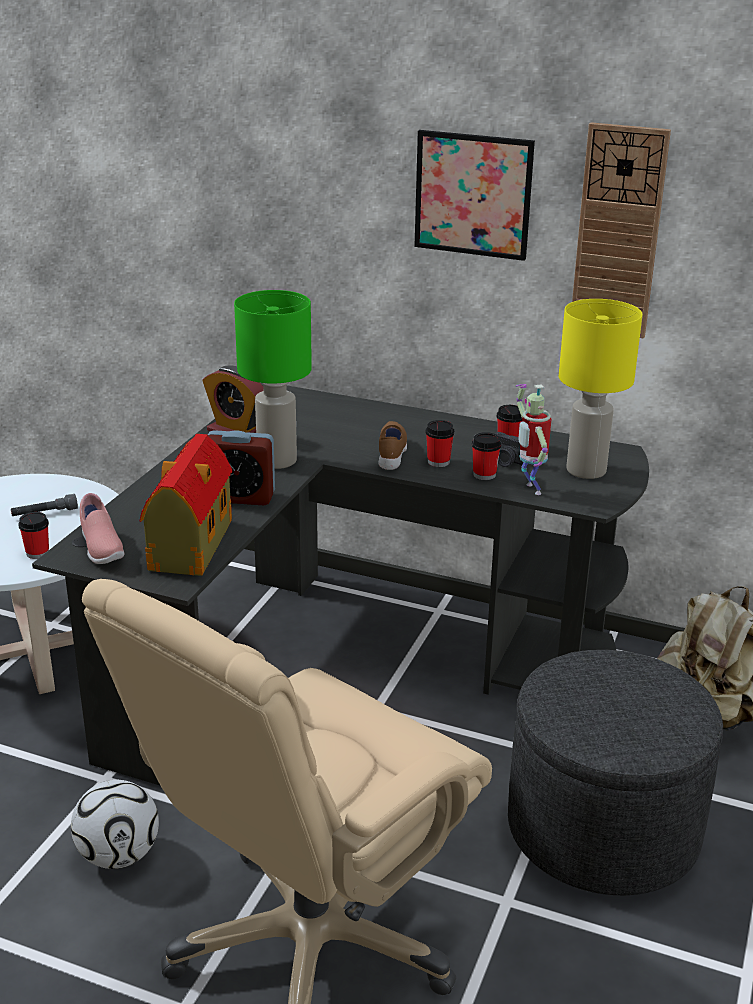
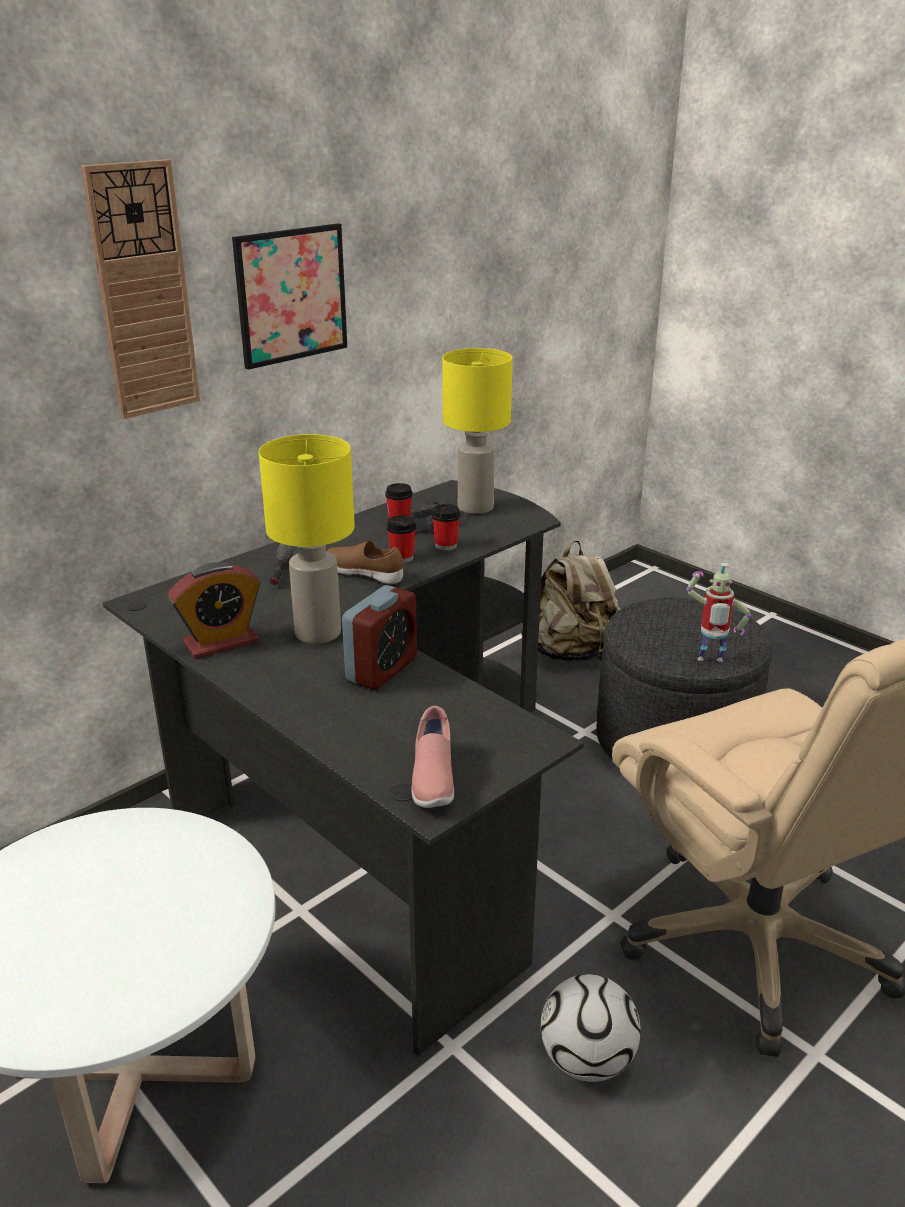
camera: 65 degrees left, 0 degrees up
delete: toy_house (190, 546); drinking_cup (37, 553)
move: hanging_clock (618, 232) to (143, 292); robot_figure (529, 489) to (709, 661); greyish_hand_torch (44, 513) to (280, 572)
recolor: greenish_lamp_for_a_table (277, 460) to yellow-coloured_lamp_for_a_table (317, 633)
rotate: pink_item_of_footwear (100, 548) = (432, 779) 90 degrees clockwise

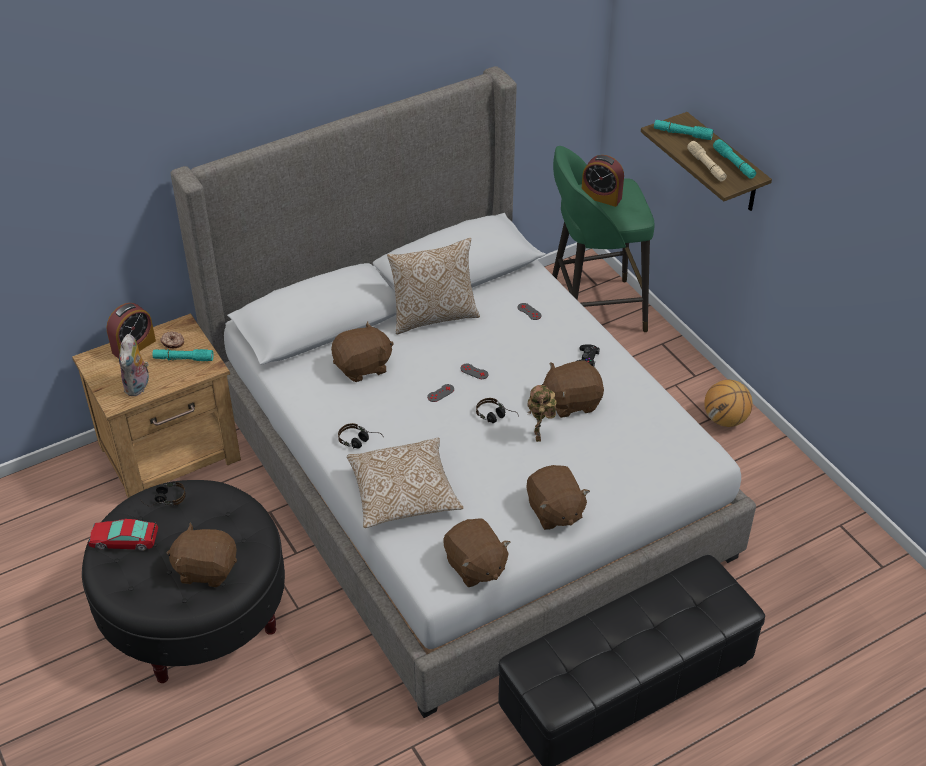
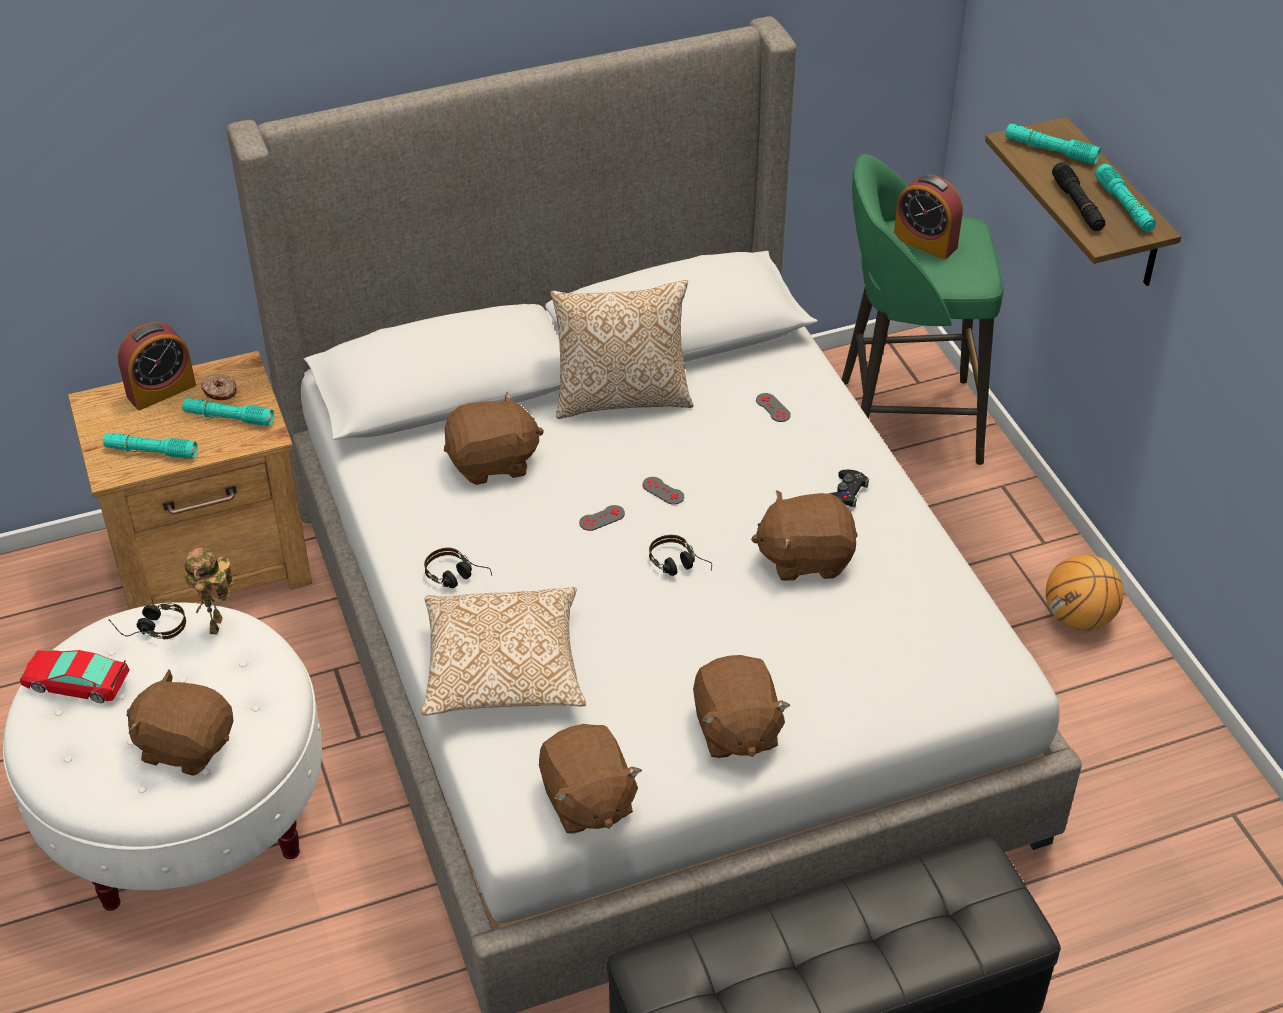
camera: 10 degrees right, 0 degrees up
move: robot_figure (539, 437) to (218, 627)
replace: soft_toy (138, 386) to blue-green_hand_torch (151, 451)
recolor: sand-coloured_hand_torch (706, 166) to blackish_hand_torch (1077, 205); blackish_ottoman (195, 613) to white-coloured_ottoman (185, 810)

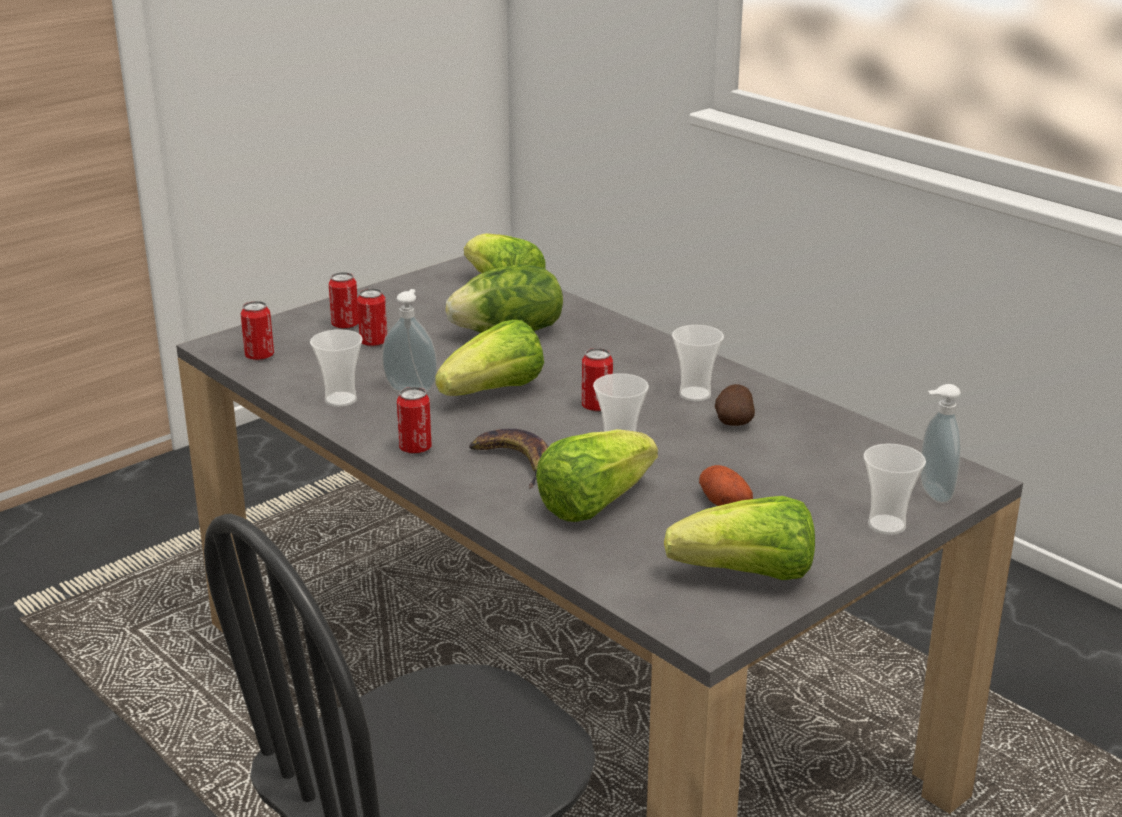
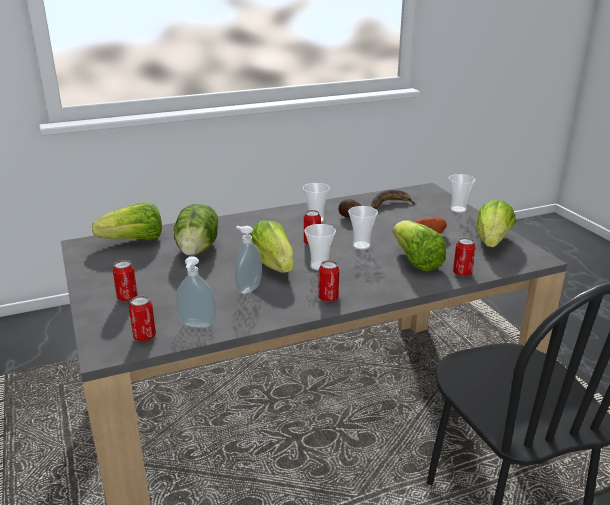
camera: 70 degrees left, 0 degrees up
move: sealed_can (373, 342) to (462, 273); drinking_cup (340, 400) to (319, 266); soap_bottle (932, 494) to (197, 325); banana (515, 462) to (390, 204)

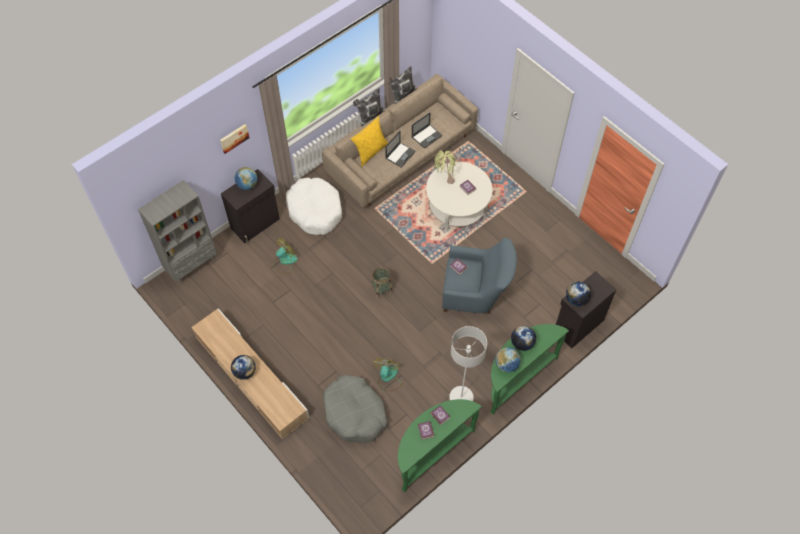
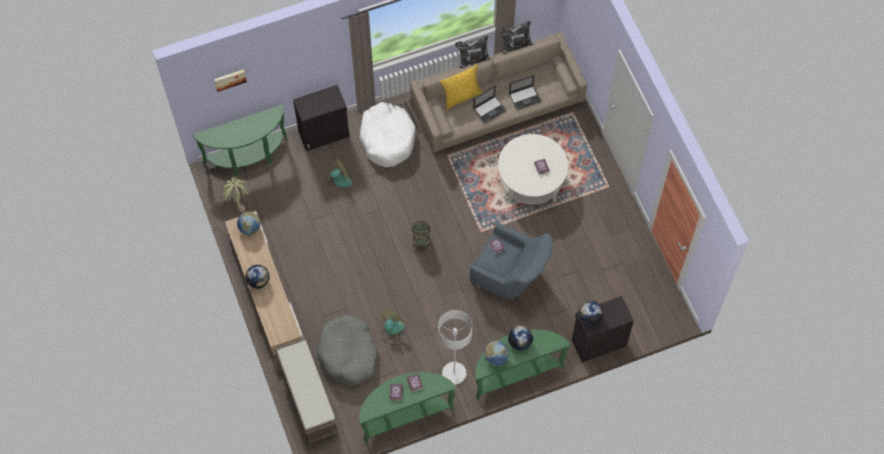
camera: 20 degrees right, 5 degrees up
insert: brown-coloured_bench (307, 397)
move: wall_art (234, 138) to (230, 79); plant_in_a_pot (444, 177) to (238, 202); desk_globe (247, 185) to (249, 228)
replace: greyish_shelving_unit (192, 266) to greenish_console_table (248, 158)

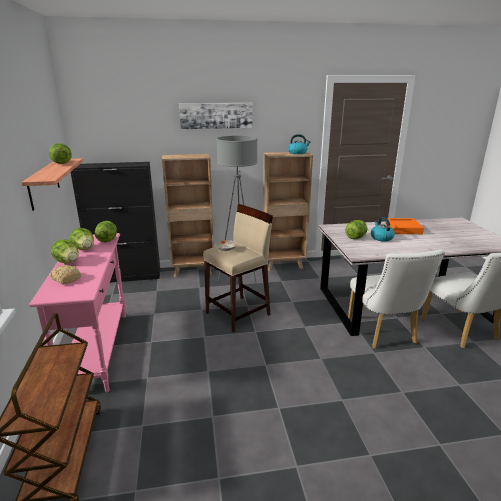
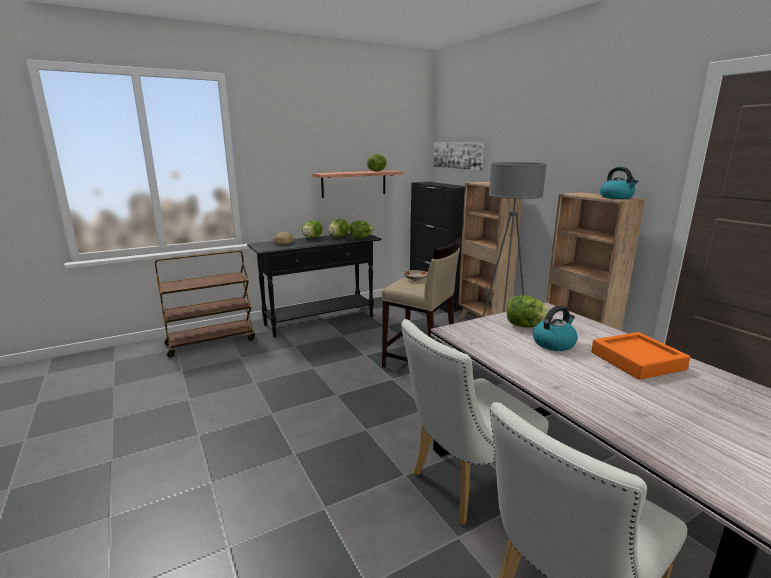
camera: 70 degrees right, 5 degrees down
move: wall_art (216, 115) to (458, 155)
recolor: pink_console_table (98, 350) to blackish_console_table (320, 321)

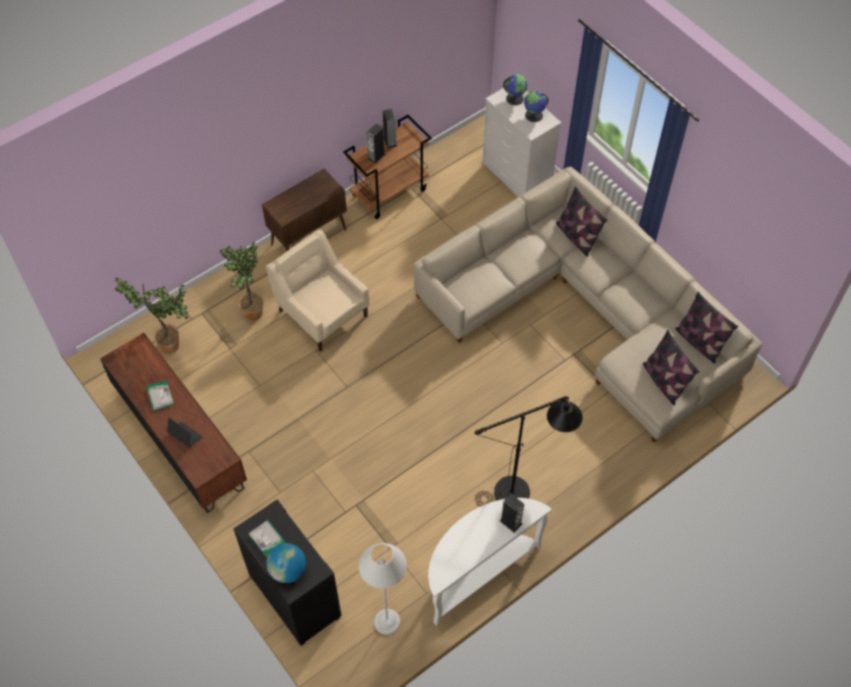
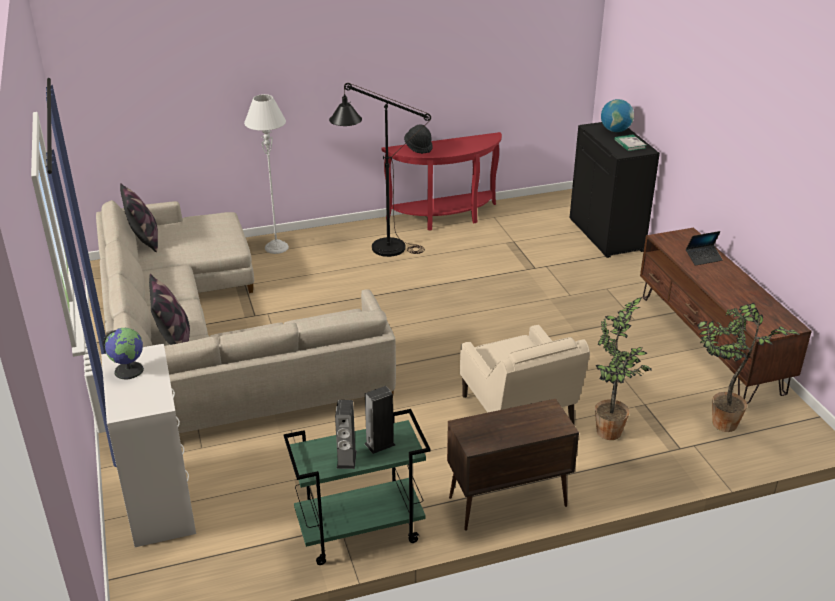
camera: 160 degrees left, 25 degrees down
delete: desk_globe (514, 98); pillow (664, 381); bound_book (160, 396)
move: greyish_floor_lamp (387, 621) to (276, 247)
replace: speaker (510, 522) to blackish_hat (418, 147)
recolor: brown-coloured_cart (389, 192) to greenish_cart (359, 532); white-coloured_console_table (477, 572) to red-coloured_console_table (446, 218)
rotate: portable_computer (185, 435) = (703, 258) 75 degrees counterclockwise

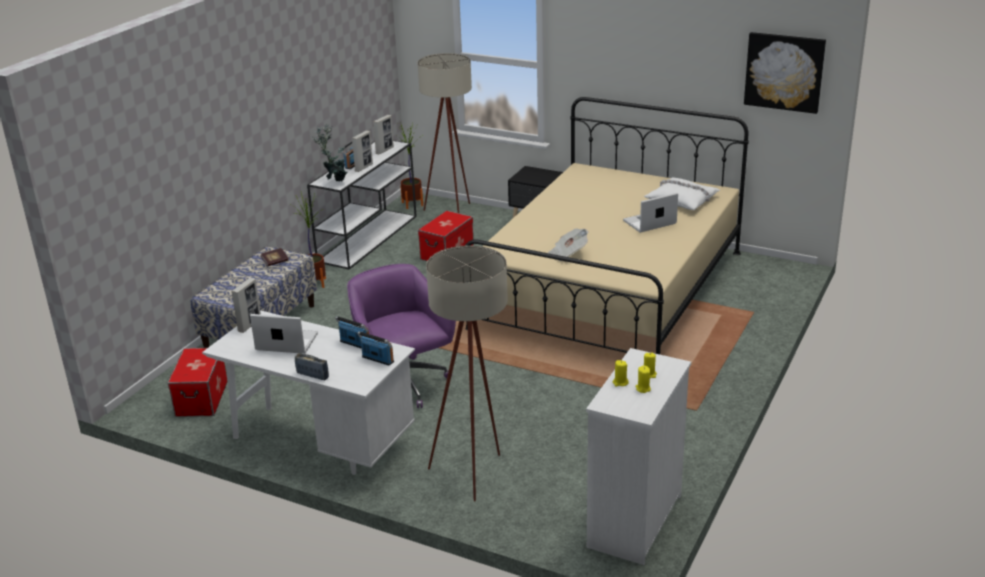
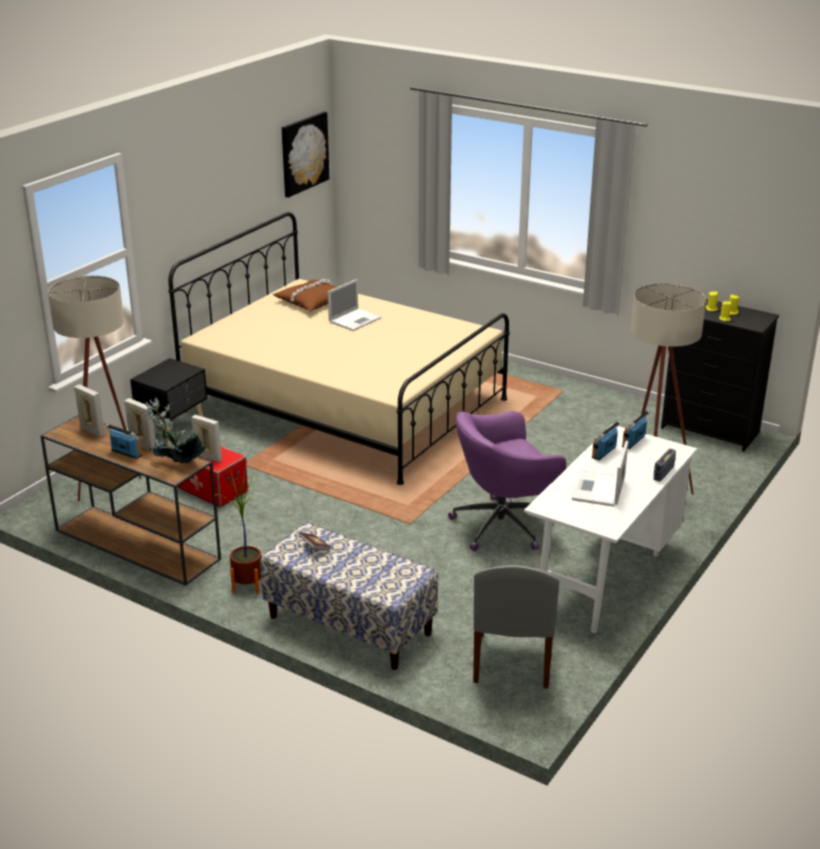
camera: 85 degrees left, 0 degrees up
delete: plant_in_a_pot (412, 204); newspaper (567, 254)
move: picture_frame (249, 325) to (208, 457)
replace: storage_bin (201, 398) to greyish_upright_chair (512, 663)
recolor: white-coloured_console_table (368, 238) to brown-coloured_console_table (135, 544); white-coloured_pillow (682, 200) to brown-coloured_pillow (312, 301); white-coloured_dresser (633, 521) to blackish_dresser (710, 430)
rotate: portable_computer (648, 222) = (355, 319) 120 degrees counterclockwise

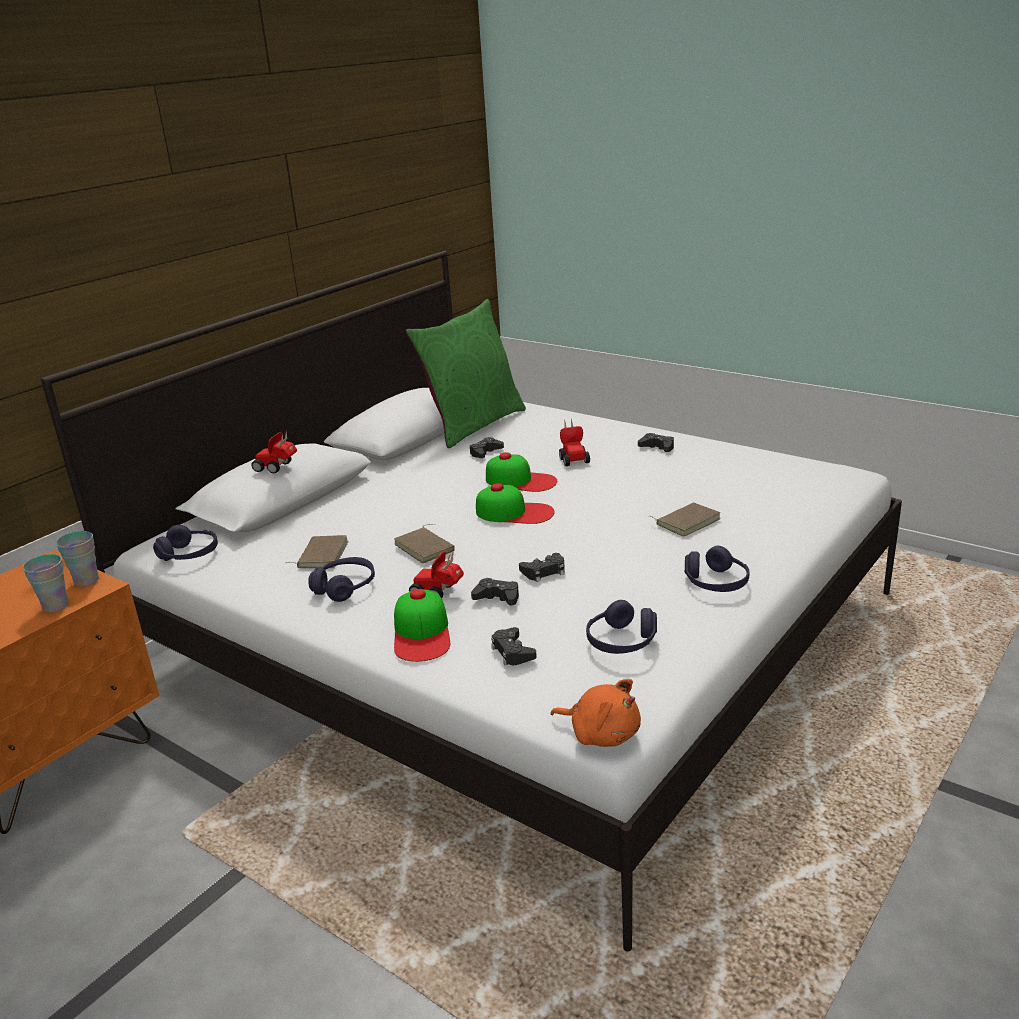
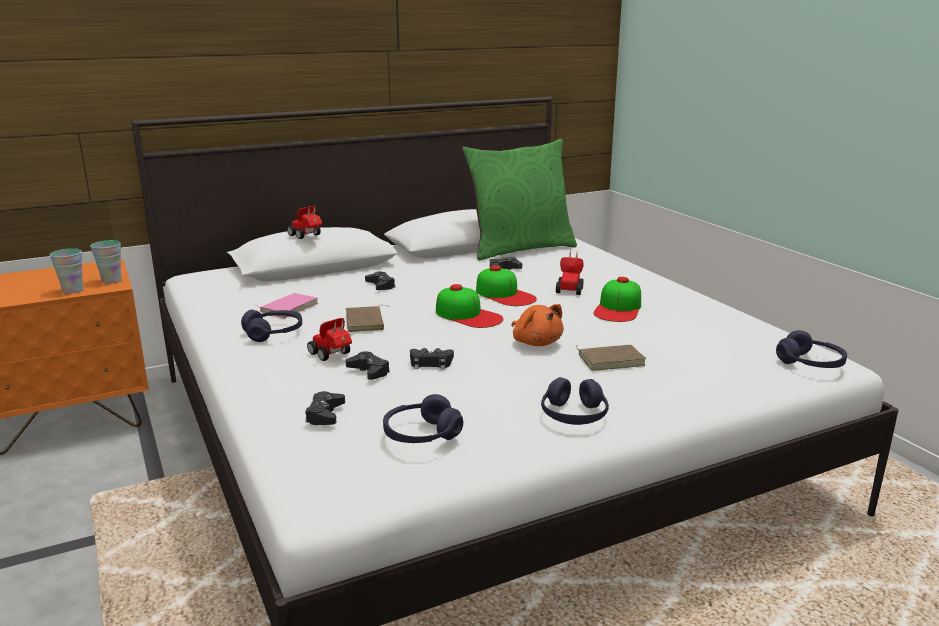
camera: 25 degrees right, 5 degrees down
move: blackish_joypad (657, 447) to (380, 285); purple_headphones (189, 554) to (810, 363); peaked_cap (422, 633) to (618, 308); orange_soft_toy (601, 733) to (536, 342)
recolor: brown-coloured_bound_book (321, 555) to pink_bound_book (288, 308)

